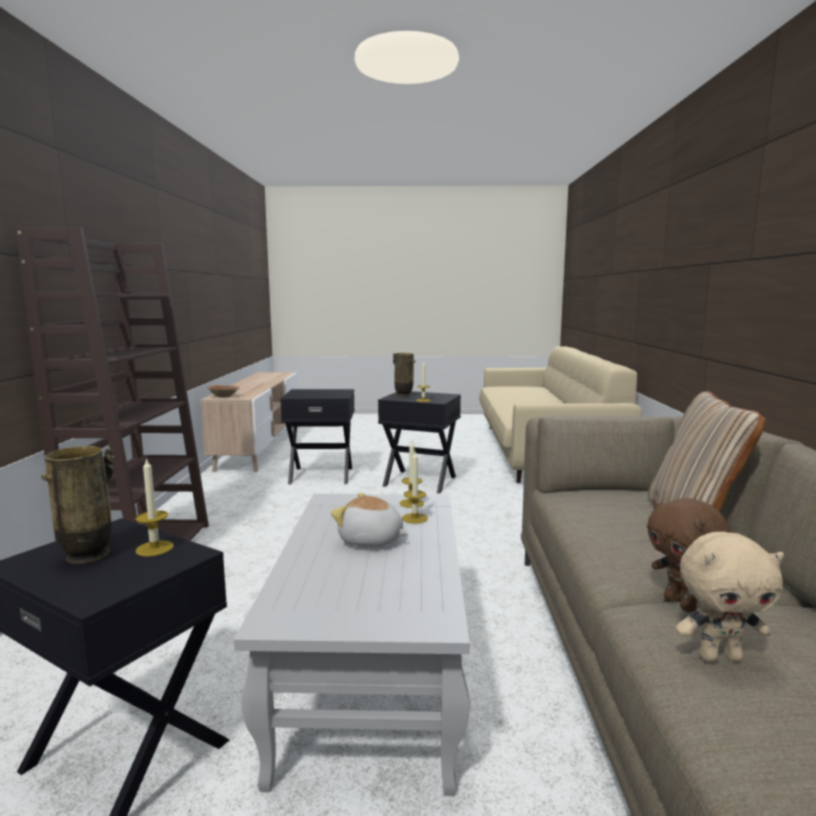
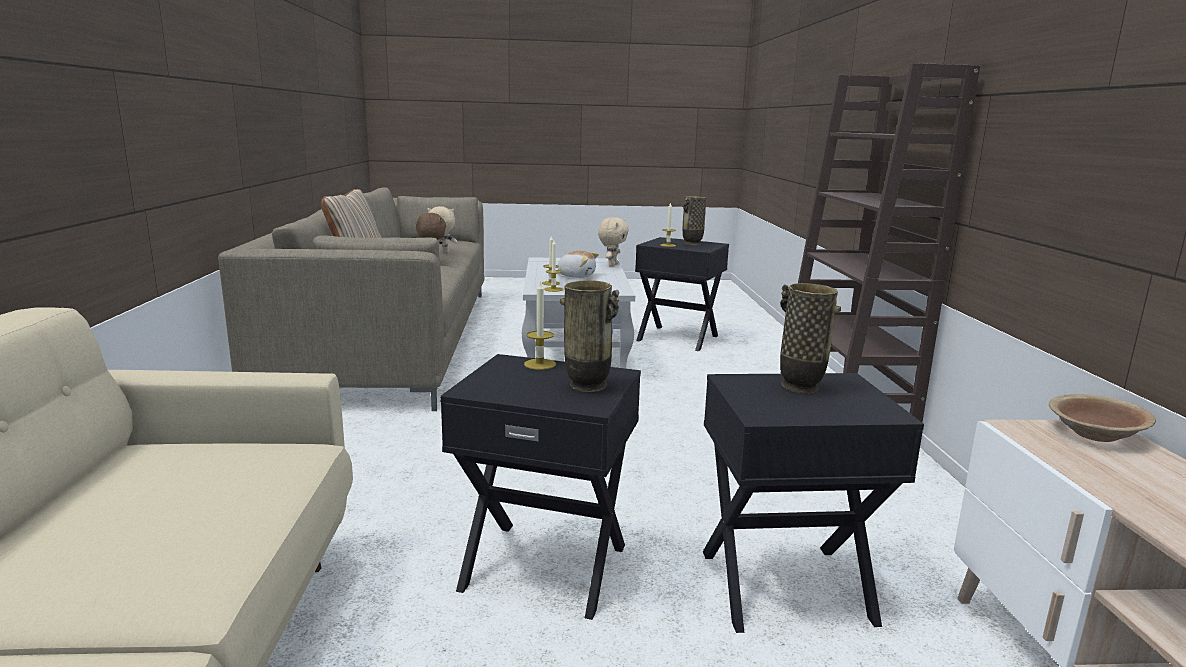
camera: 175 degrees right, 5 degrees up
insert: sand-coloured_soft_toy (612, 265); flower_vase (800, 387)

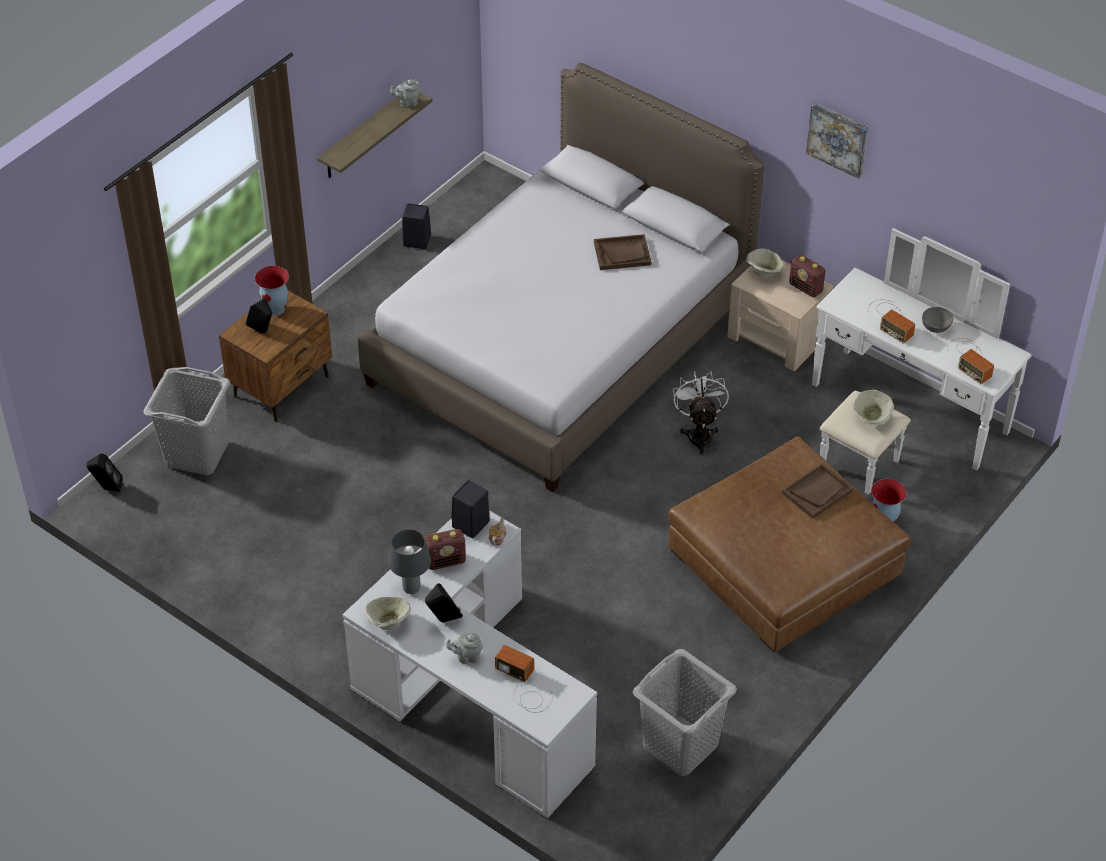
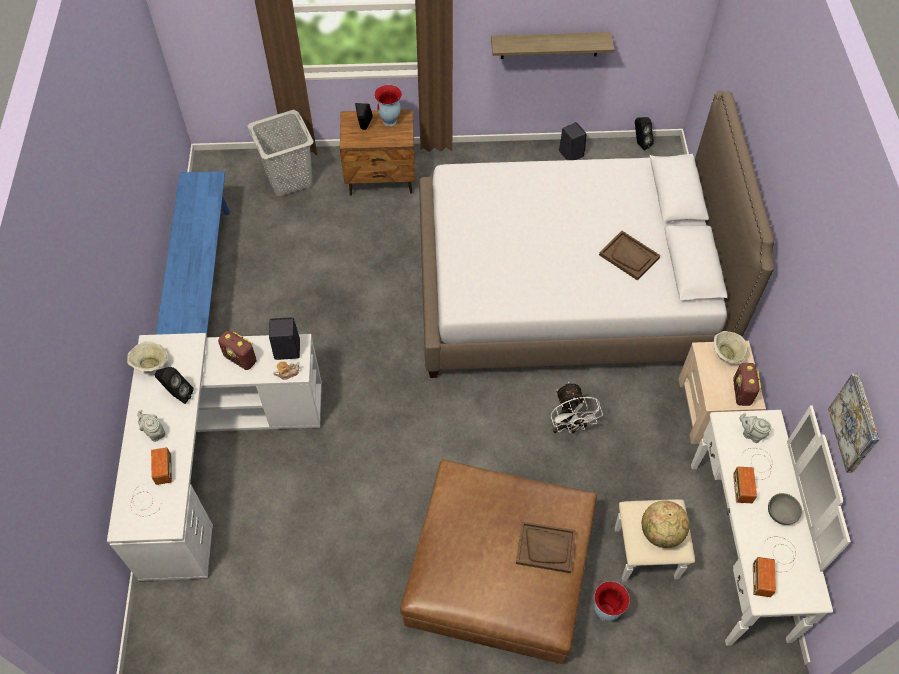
camera: 50 degrees right, 10 degrees up
delete: greyish_lamp_for_a_table (412, 588); greyish_hamper (680, 746)
insert: blue-coloured_bench (203, 284)
move: greyish_pot_for_tea (407, 103) to (751, 434); wall_art (838, 139) to (855, 423); blackish_speaker (107, 488) to (640, 144)
replace: sand-coloured_bowl (871, 418) to desk_globe (661, 533)
rotate: white-coloured_fan (699, 433) = (569, 426) 120 degrees clockwise

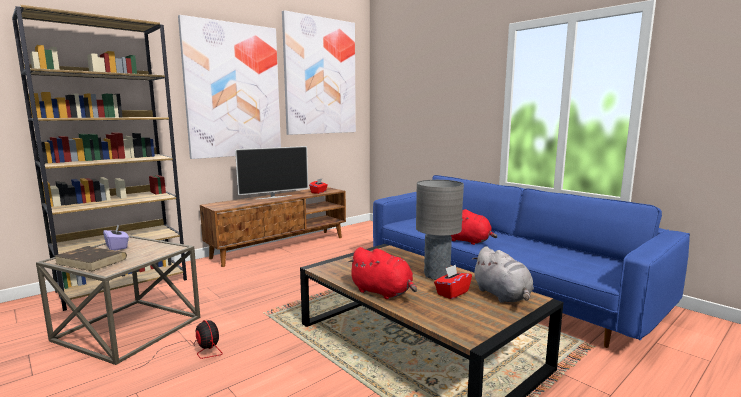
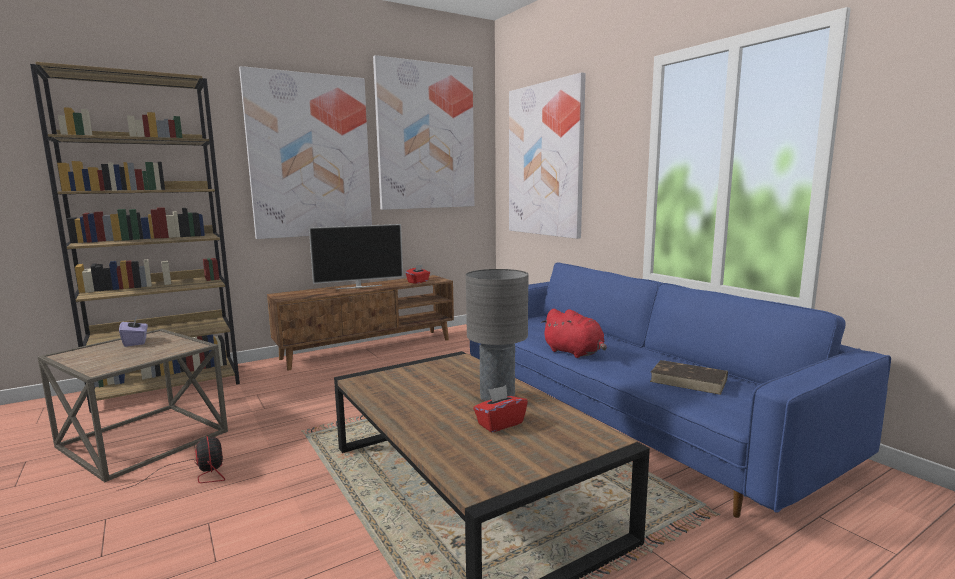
camera: 10 degrees right, 0 degrees up
delete: greyish_soft_toy (502, 296); red-coloured_soft_toy (383, 292)
insert: wall_art (545, 160)
move: brown-coloured_bound_book (92, 261) to (689, 380)

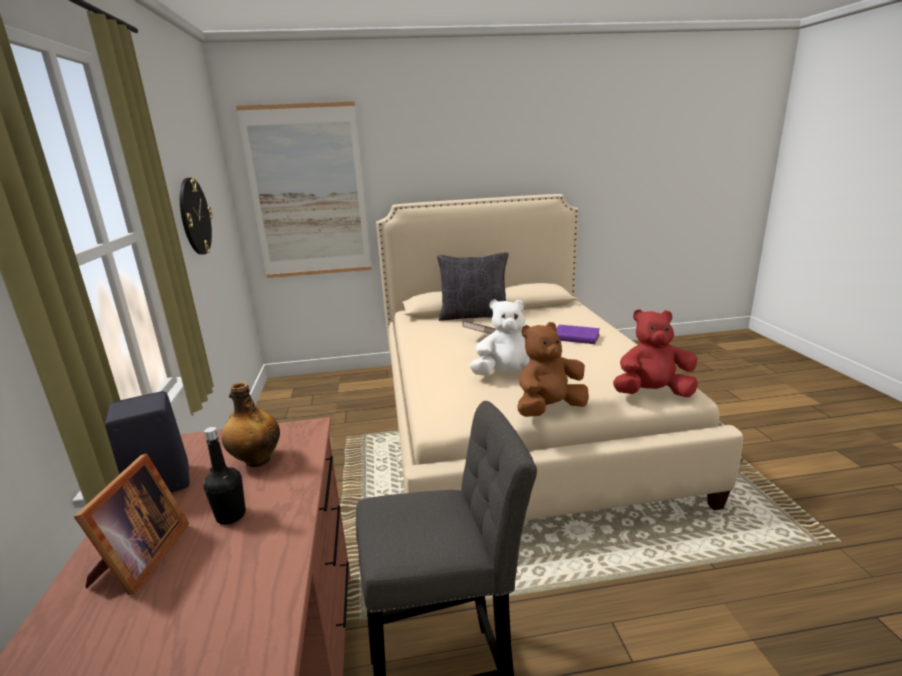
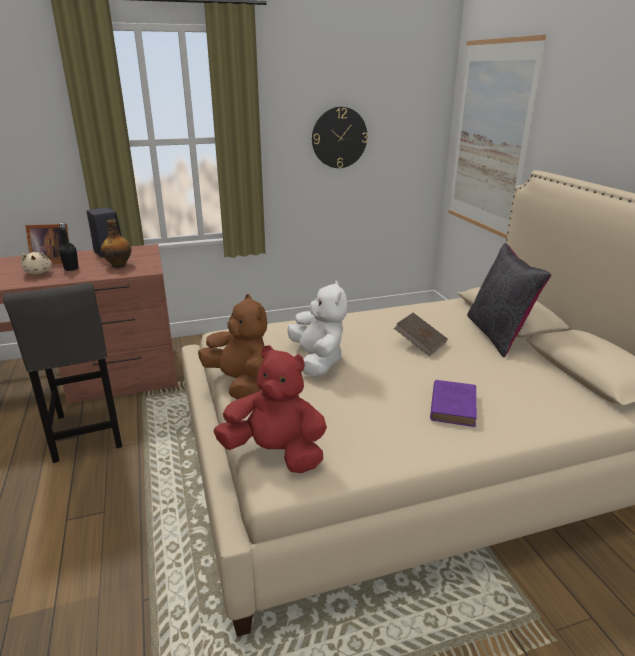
camera: 80 degrees right, 5 degrees up
insert: sand-coloured_soft_toy (39, 272)
rotate: red-coloured_soft_toy (652, 393) = (275, 453) 60 degrees counterclockwise

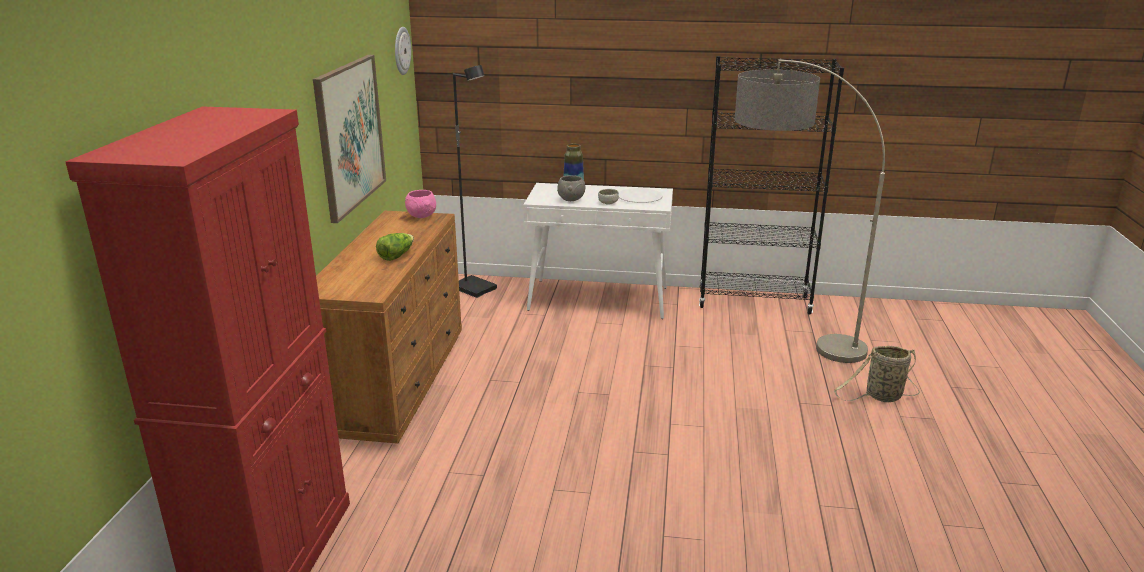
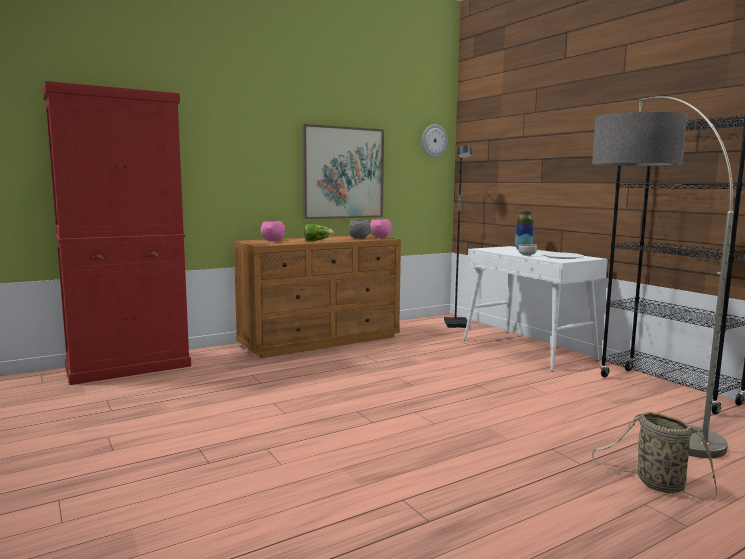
camera: 50 degrees right, 15 degrees down
insert: pink_bowl (272, 241)
move: greyish_bowl (570, 200) to (359, 238)

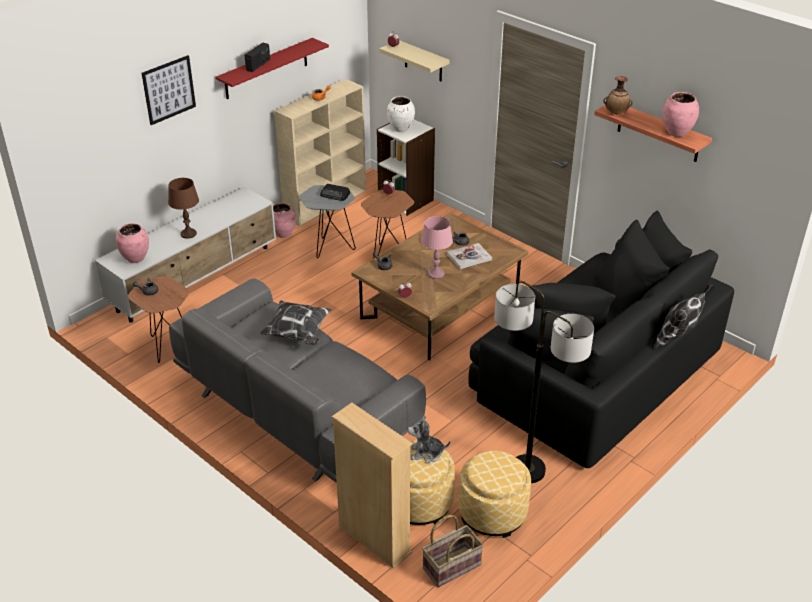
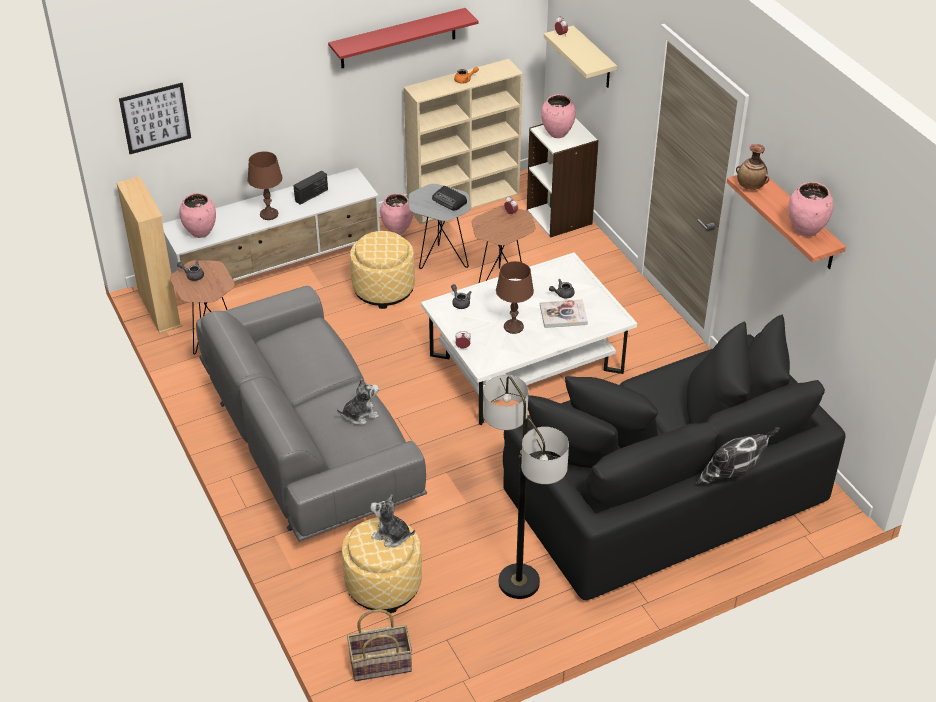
camera: 20 degrees right, 5 degrees up
delete: pillow (298, 333)
insert: soft_toy (360, 415)
move: radio_set (258, 65) to (311, 195); wall_art (169, 90) to (155, 118); sand-coloured_shelving_unit (374, 539) to (159, 309); ottoman (492, 513) to (383, 289)
recolor: white-coloured_flower_vase (401, 129) to pink_flower_vase (557, 134); brown-coloured_coffee_table (440, 308) to white-coloured_coffee_table (526, 364); pink_lamp_for_a_table (436, 274) to brown-coloured_lamp_for_a_table (513, 327)

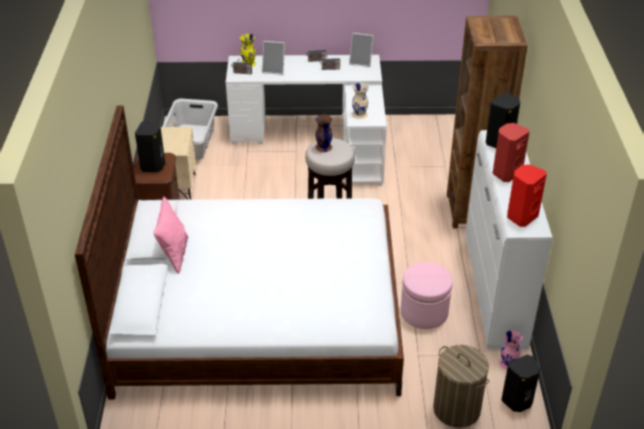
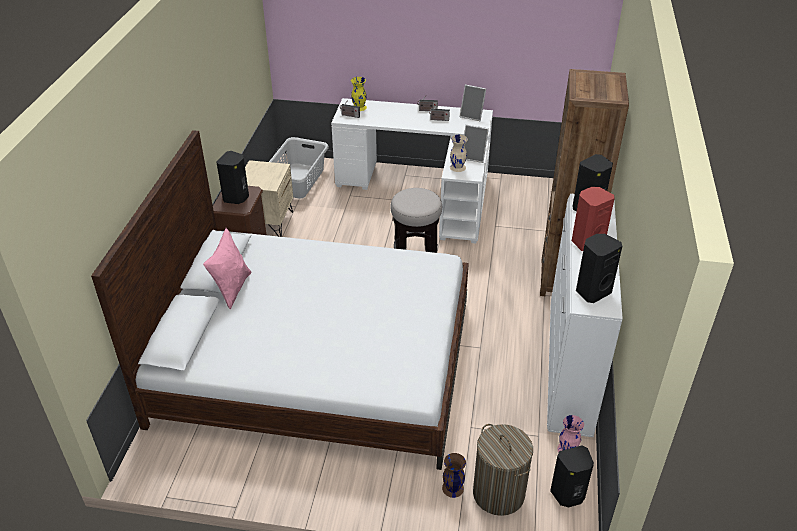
camera: 10 degrees right, 0 degrees up
delete: pink_ottoman (424, 312)
move: picture_frame (274, 70) to (474, 157); brown-coloured_flower_vase (323, 147) to (452, 488)
recolor: red-coloured_speaker (521, 216) to blackish_speaker (592, 291)

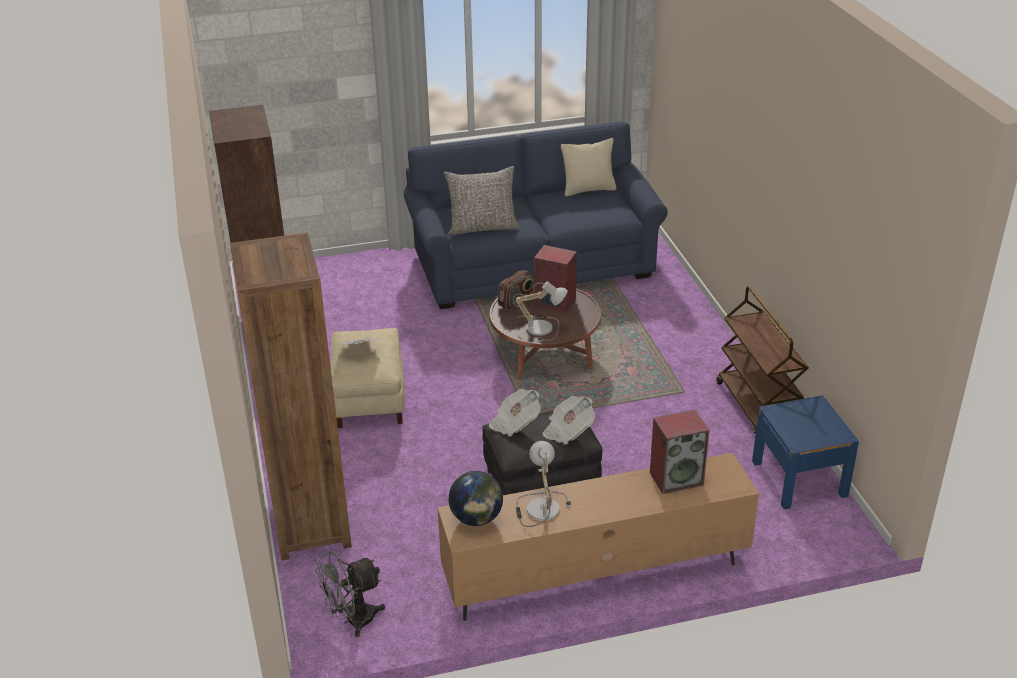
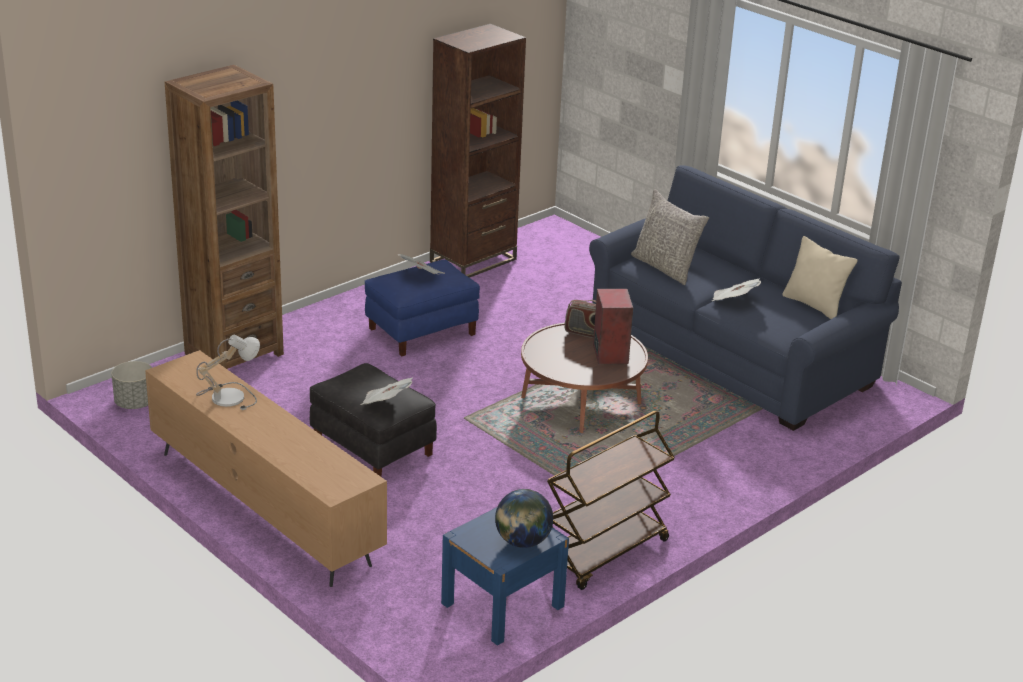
camera: 60 degrees right, 5 degrees down
delete: lamp_for_a_table (541, 327); speaker (677, 478)
move: newspaper (514, 423) to (733, 301); desk_globe (476, 519) to (522, 542)
replace: greyish_fan (352, 620) to greyish_planter (135, 404)
recolor: sand-coloured_ottoman (369, 400) to blue-coloured_ottoman (422, 331)

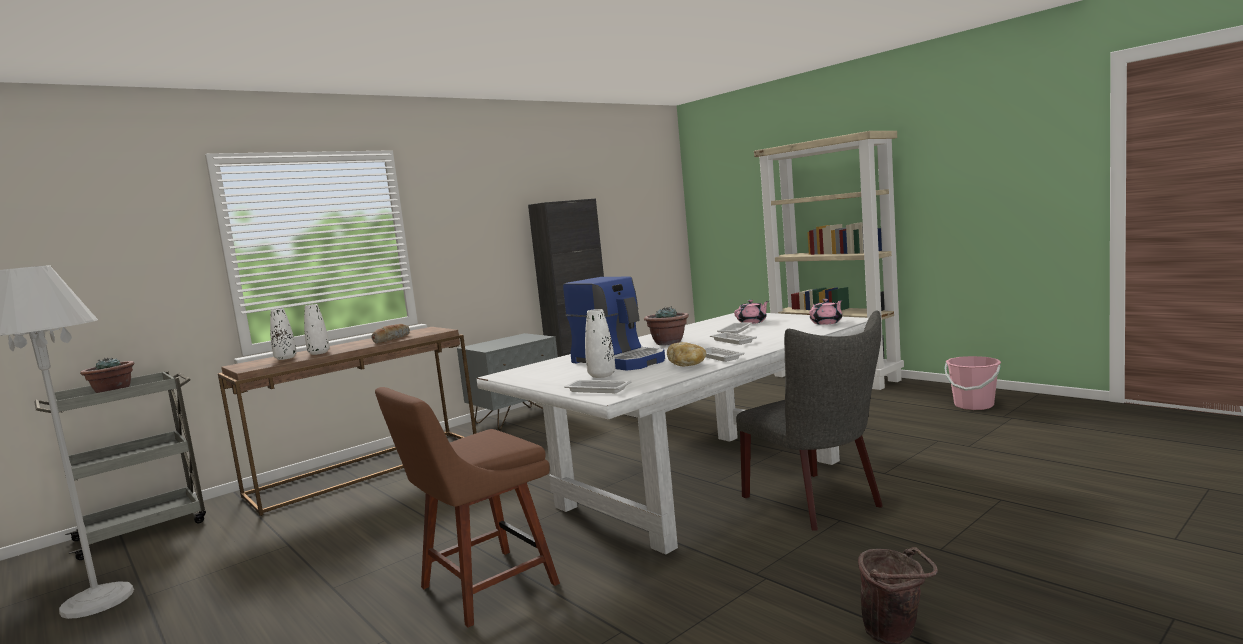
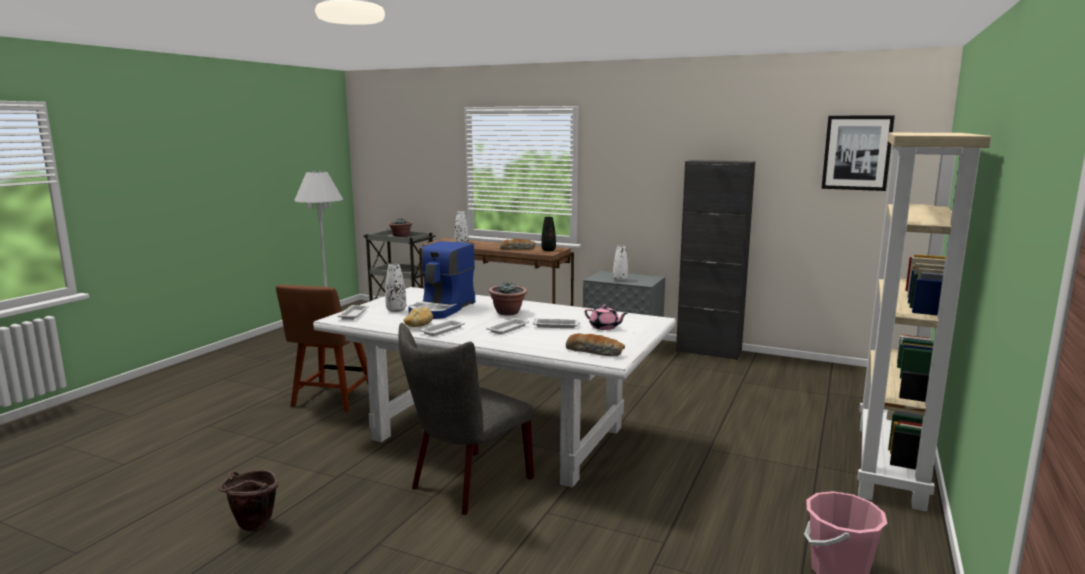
camera: 65 degrees right, 5 degrees up
insert: wall_art (857, 153); blackish_flower_vase (548, 250)
move: white-coloured_flower_vase (319, 353) to (620, 280)
replace: pink_pot_for_tea (827, 322) to baked_bread (595, 352)
rotate: brown-coloured_upright_chair (482, 588) = (331, 399) 105 degrees counterclockwise

